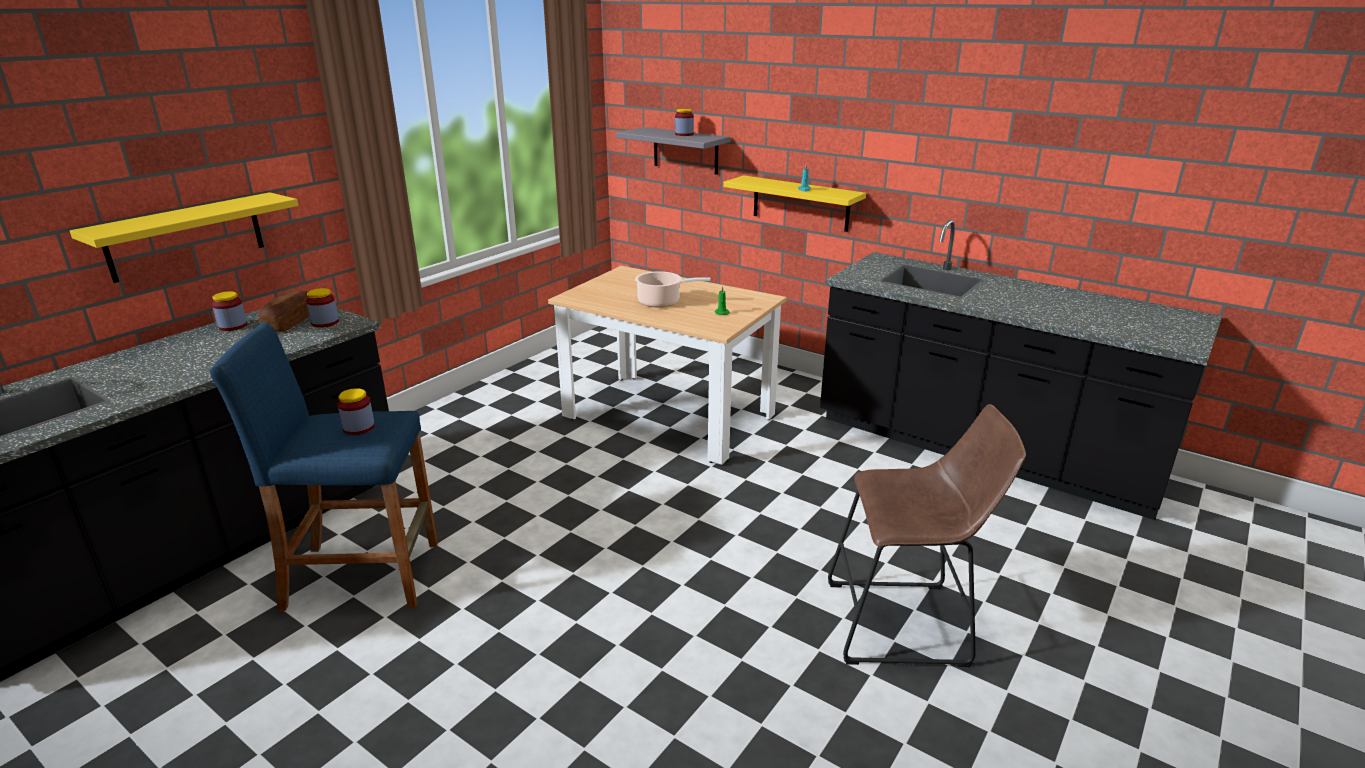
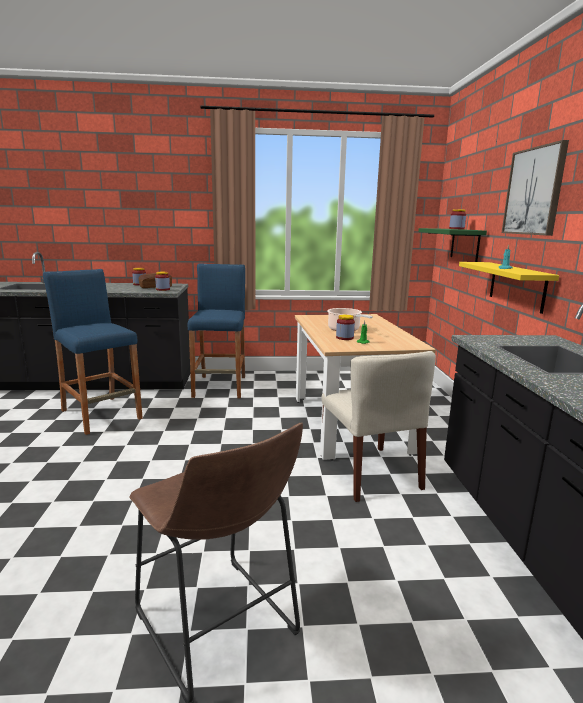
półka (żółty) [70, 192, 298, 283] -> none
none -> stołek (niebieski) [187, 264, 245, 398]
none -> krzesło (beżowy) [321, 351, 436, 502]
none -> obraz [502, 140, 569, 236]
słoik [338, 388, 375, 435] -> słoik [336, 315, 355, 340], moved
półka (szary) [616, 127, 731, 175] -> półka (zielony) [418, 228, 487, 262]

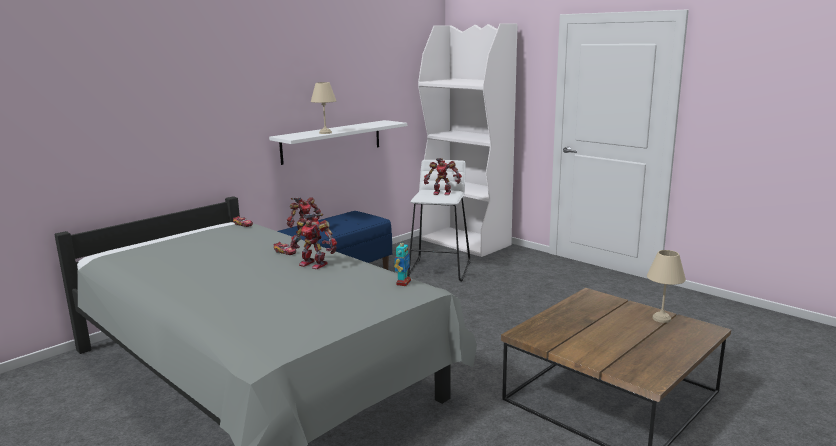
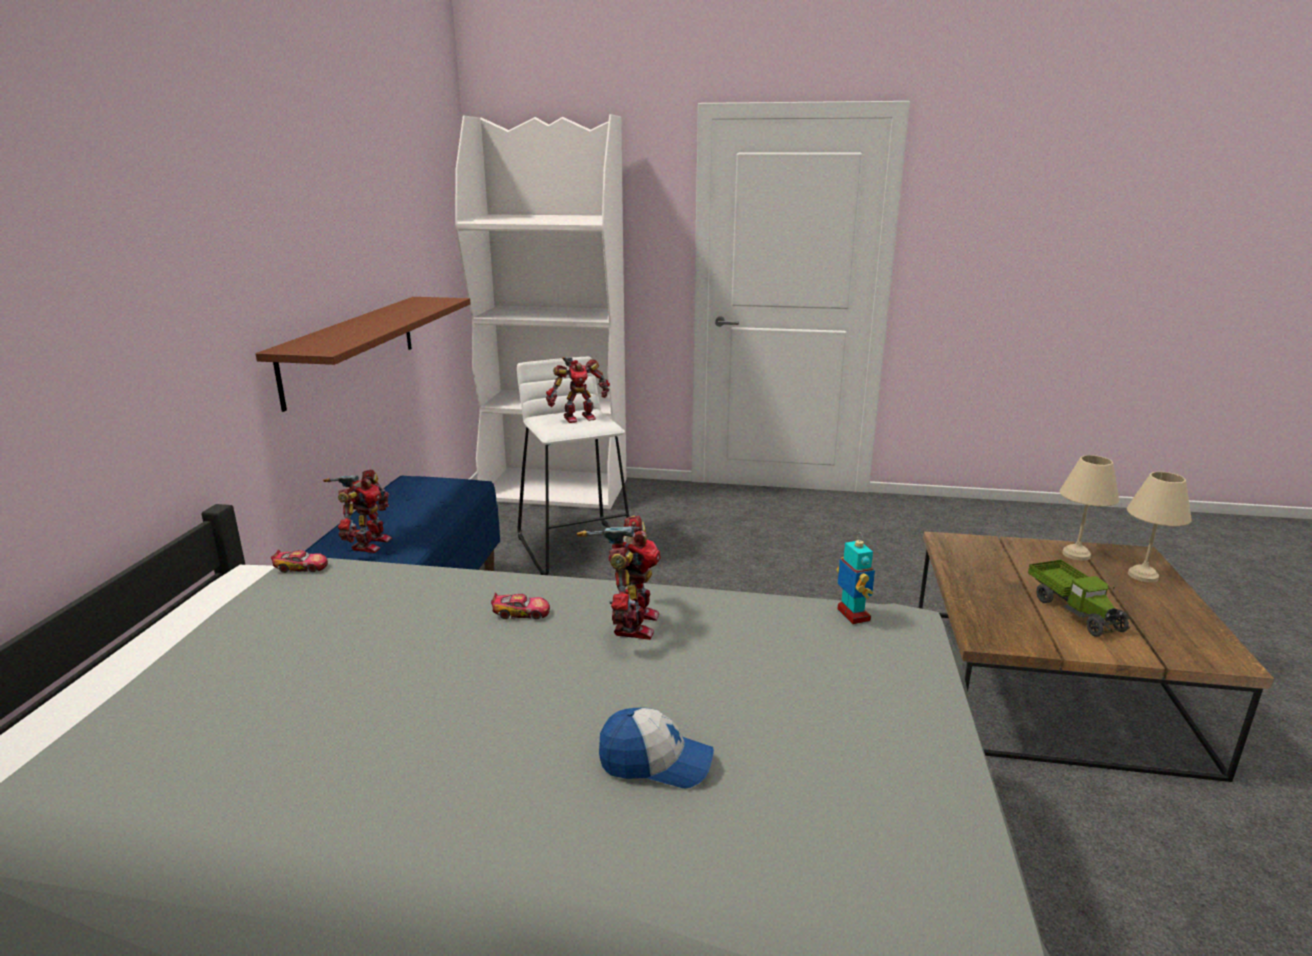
none -> czapka z daszkiem [599, 708, 714, 788]
none -> ciężarówka zabawkowa [1028, 560, 1130, 637]
lampa stołowa (beżowy) [311, 82, 336, 134] -> lampa stołowa (beżowy) [1127, 471, 1192, 583], moved
półka (biały) [269, 120, 407, 165] -> półka (brązowy) [255, 297, 471, 412]
robot zabawkowy [290, 214, 337, 269] -> robot zabawkowy [577, 515, 661, 640], 75 degrees counterclockwise

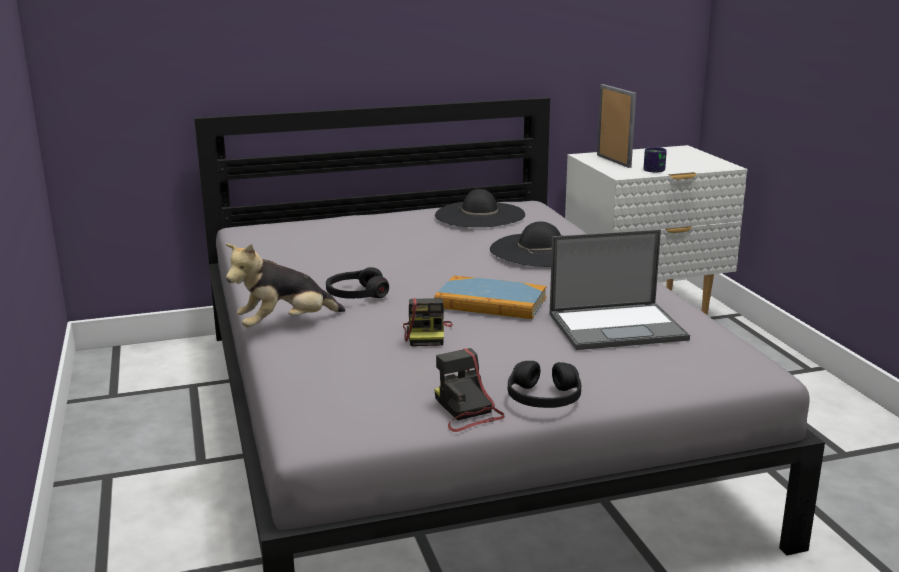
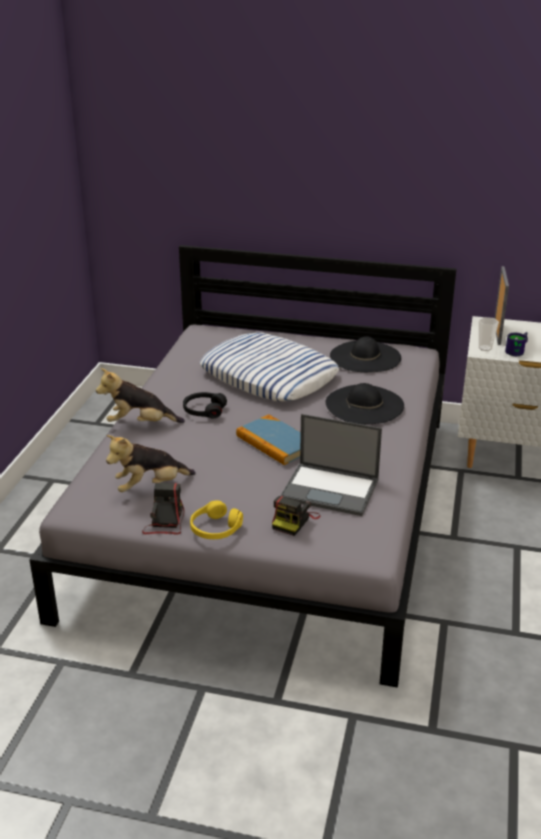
none -> pluszak [106, 435, 196, 492]
none -> poduszka [199, 333, 339, 401]
none -> filiżanka [479, 317, 499, 351]
aparat fotograficzny [403, 298, 453, 346] -> aparat fotograficzny [272, 496, 320, 536], moved
słuchawki (czarny) [508, 361, 581, 408] -> słuchawki (żółty) [190, 500, 243, 539]

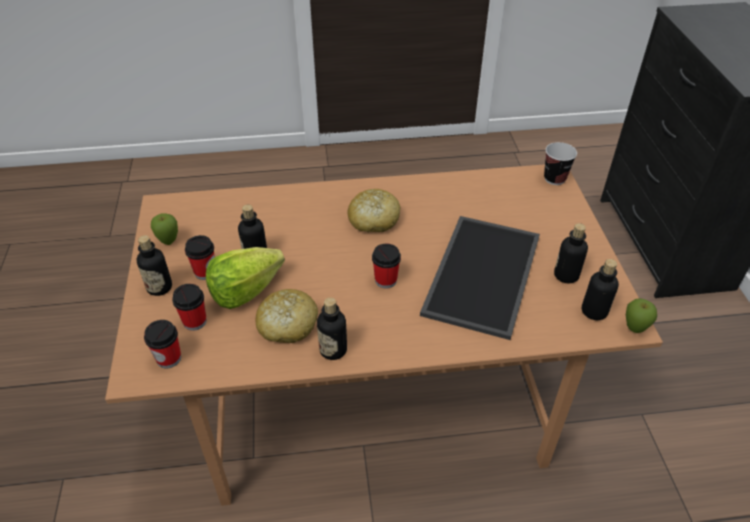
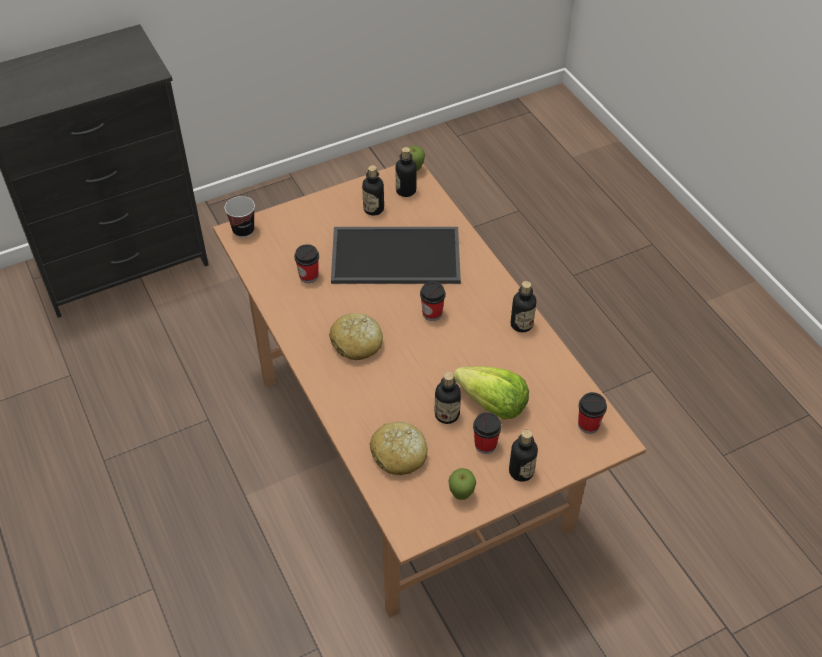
filiżanka [172, 284, 207, 331] -> filiżanka [294, 244, 319, 283], moved
chleb [256, 289, 318, 343] -> chleb [369, 422, 428, 475], moved

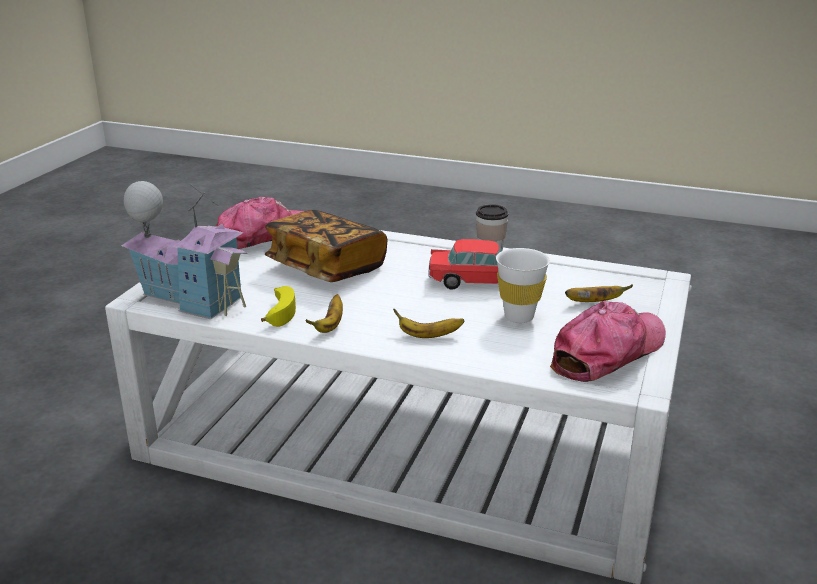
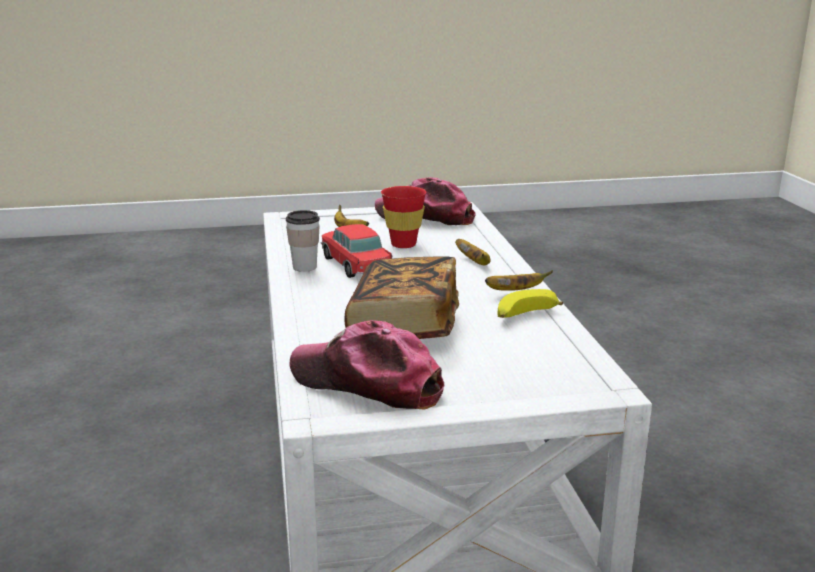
domek [122, 181, 247, 319] -> none
filiżanka (biały) [496, 248, 550, 323] -> filiżanka (czerwony) [381, 186, 426, 248]

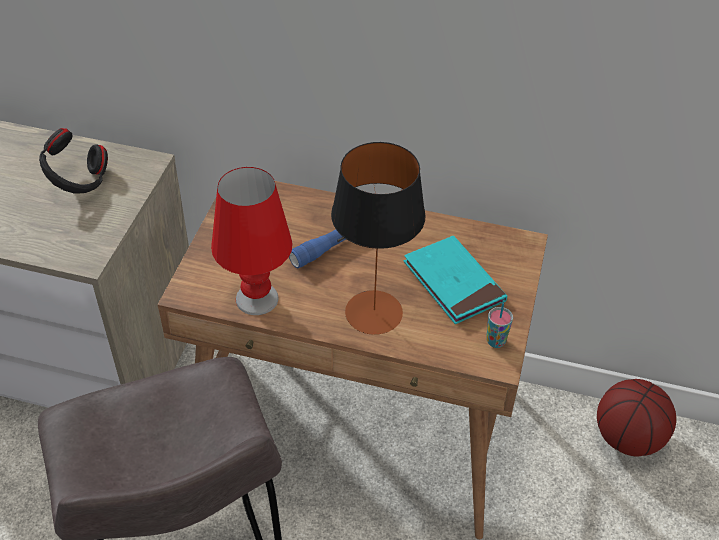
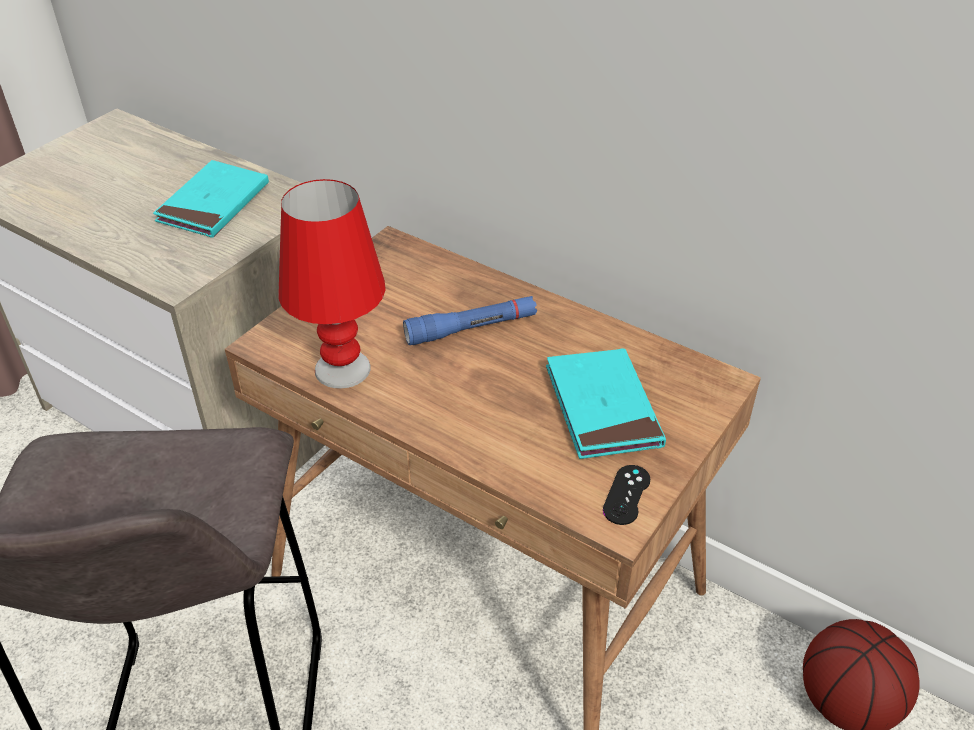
lampa stołowa [331, 142, 426, 335] -> none
słuchawki (czarny) [39, 128, 108, 194] -> książka (turkusowy) [153, 160, 269, 238]
filiżanka [486, 302, 513, 348] -> pad do gier (czarny) [603, 465, 650, 525]

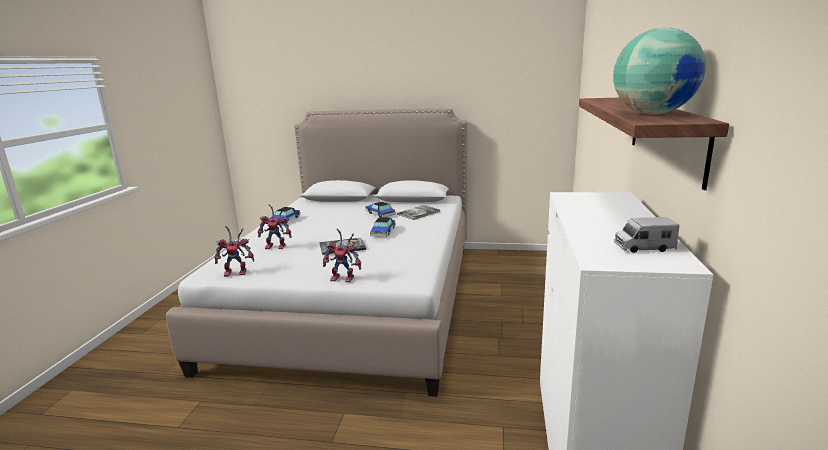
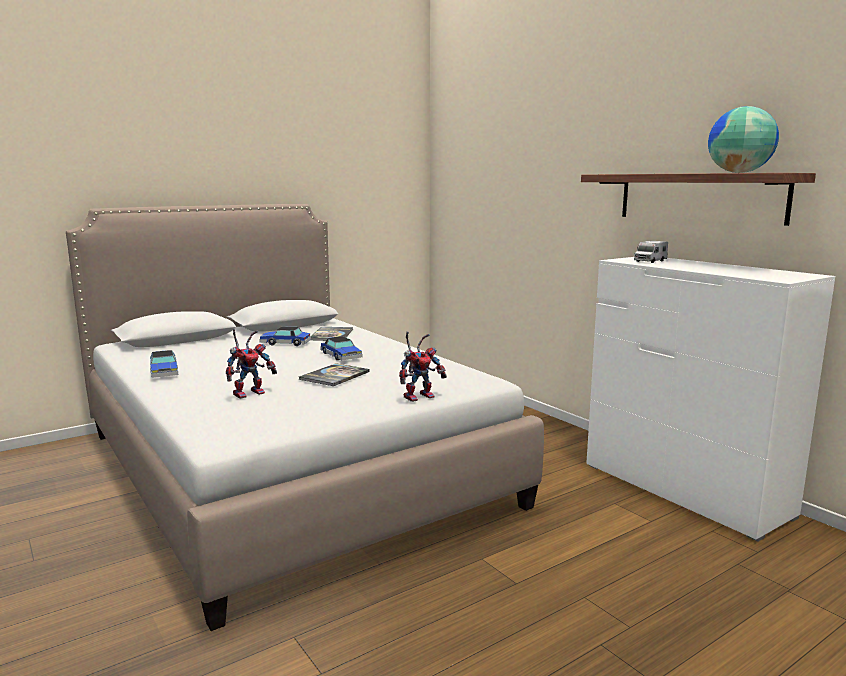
robot zabawkowy [214, 226, 254, 277] -> none
ciężarówka zabawkowa [614, 217, 680, 253] -> ciężarówka zabawkowa [634, 241, 668, 263], moved

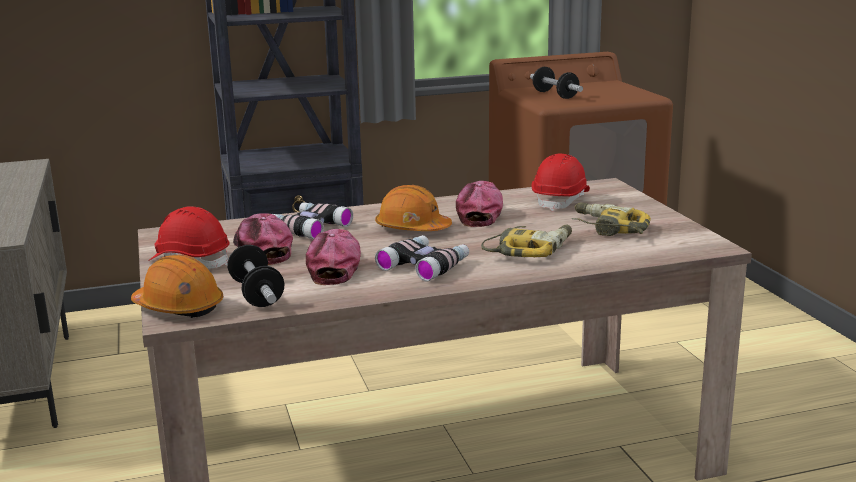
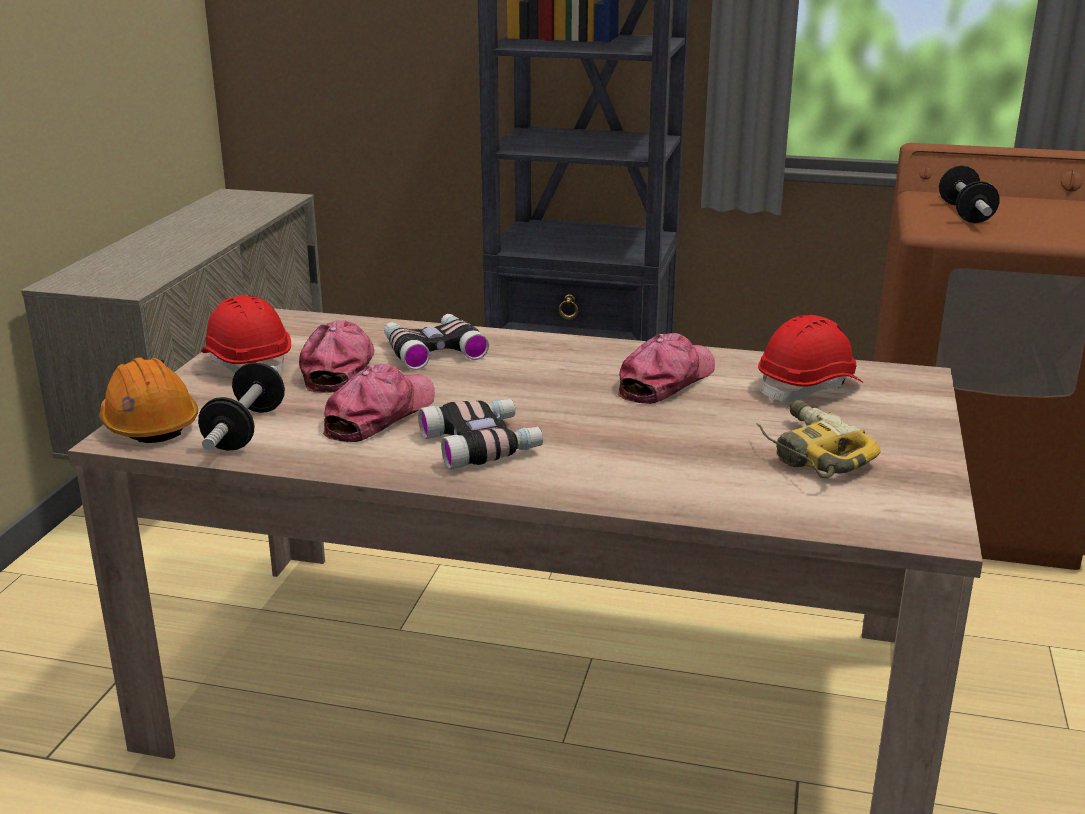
kask (pomarańczowy) [375, 185, 452, 231] -> none
wiertarka [481, 225, 572, 257] -> none

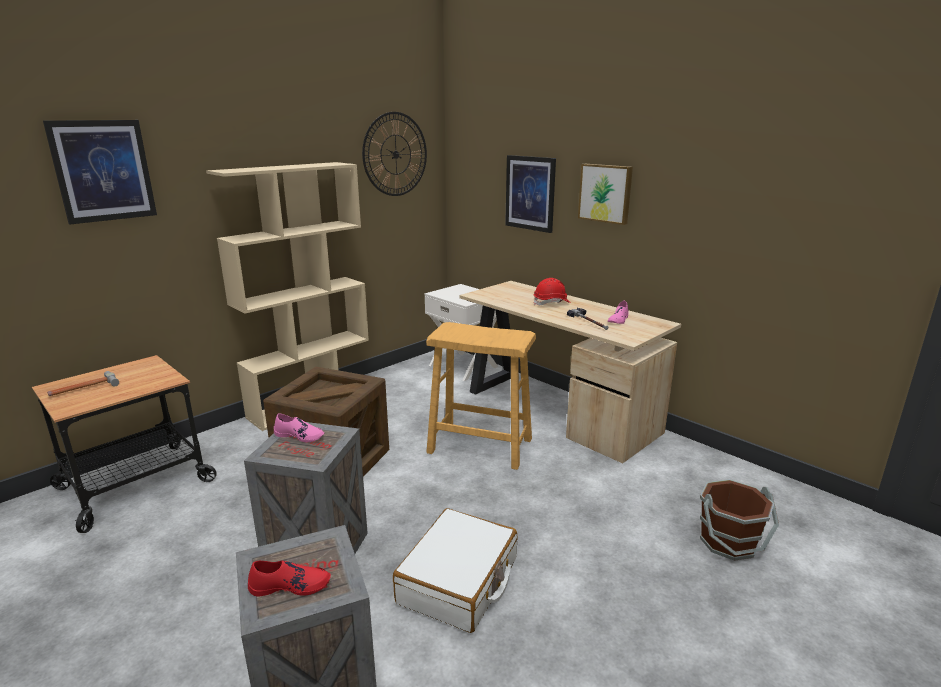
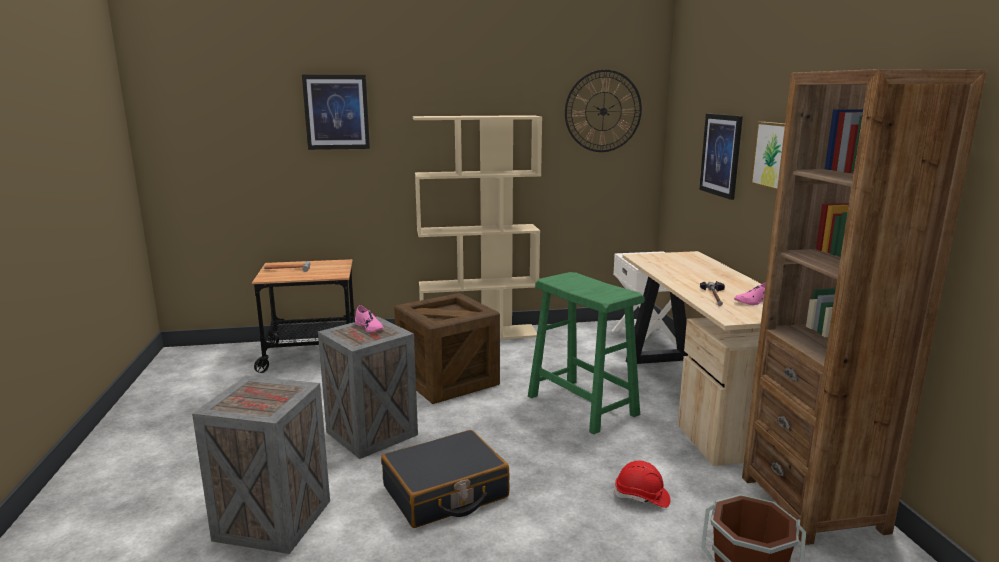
but (czerwony) [248, 561, 331, 596] -> none
none -> regał (brązowy) [742, 69, 987, 545]
kask (czerwony) [533, 278, 571, 305] -> kask (czerwony) [614, 461, 670, 508], moved
walizka (biały) [393, 508, 518, 633] -> walizka (czarny) [381, 430, 510, 528]
stołek (beżowy) [426, 322, 536, 470] -> stołek (zielony) [528, 272, 645, 435]

